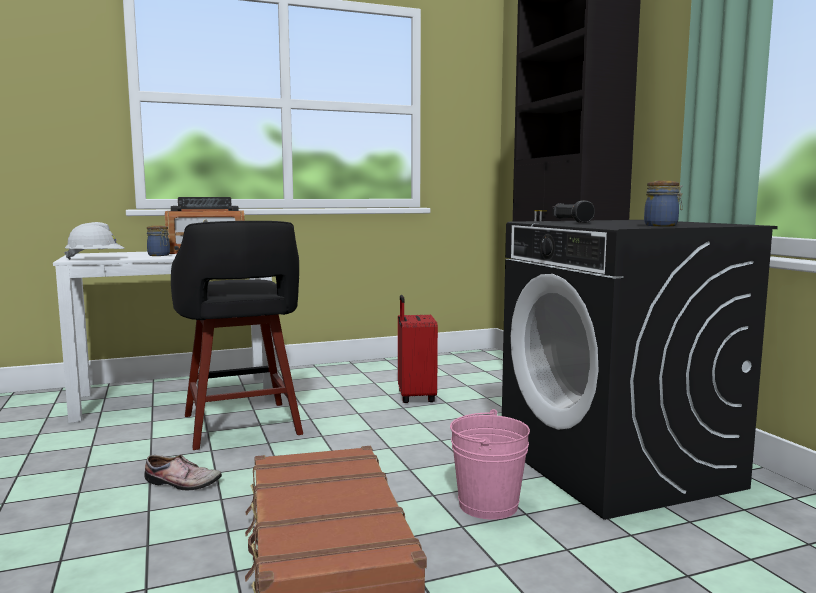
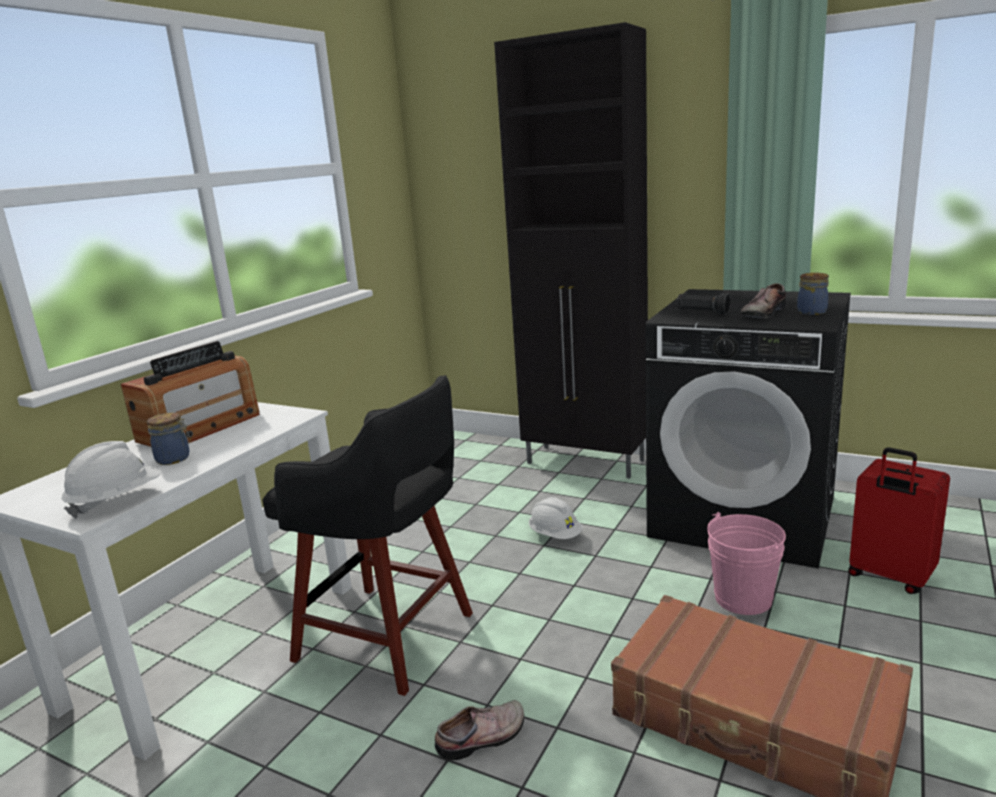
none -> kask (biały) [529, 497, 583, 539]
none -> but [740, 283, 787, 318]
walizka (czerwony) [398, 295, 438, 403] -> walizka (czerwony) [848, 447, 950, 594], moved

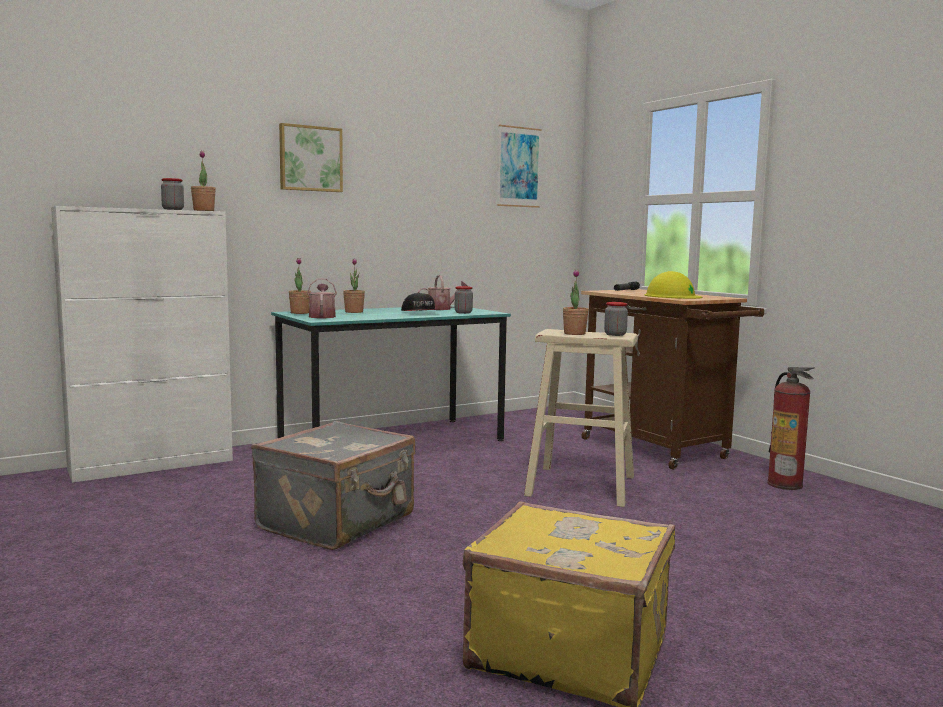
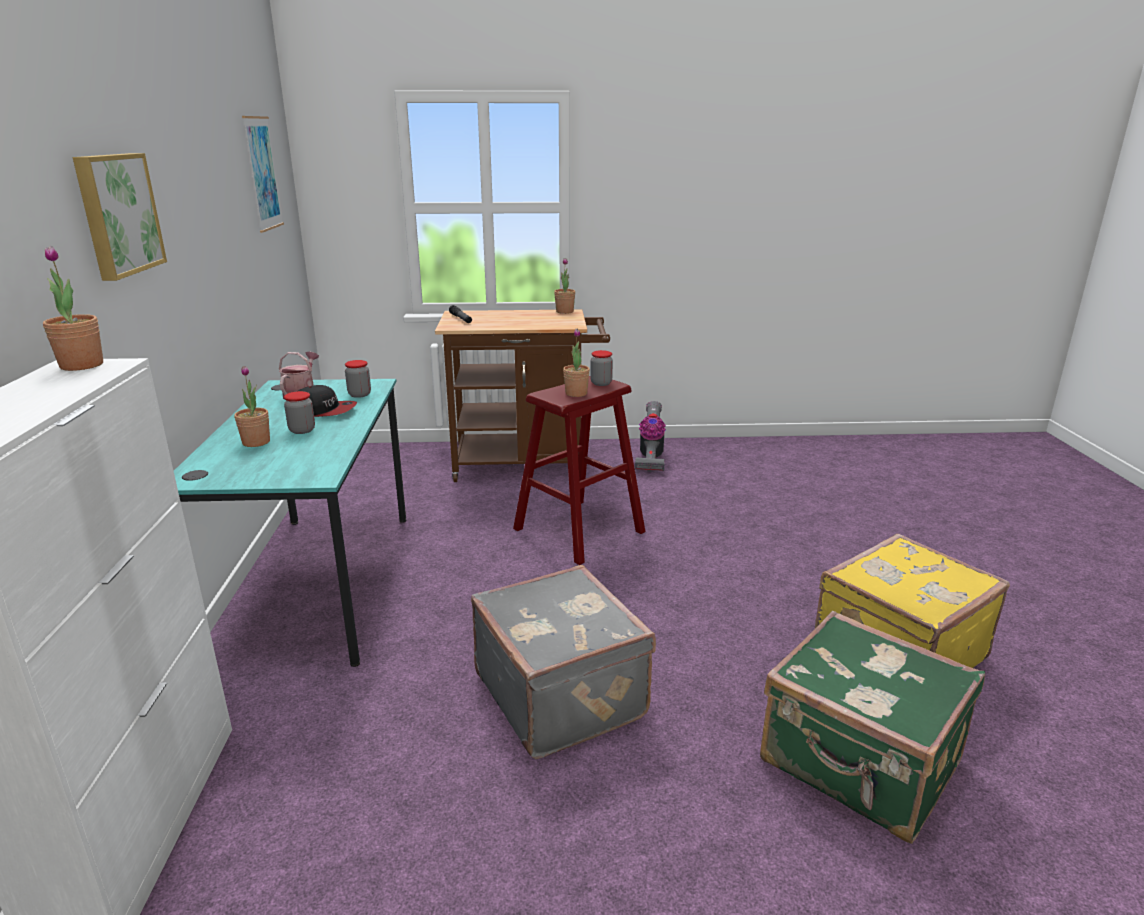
konewka [307, 279, 337, 318] -> none
kask (żółty) [644, 271, 702, 299] -> none
none -> walizka (zielony) [760, 611, 985, 844]
słoik [161, 178, 184, 210] -> słoik [284, 391, 315, 434], moved
roślina doniczkowa [289, 258, 311, 314] -> roślina doniczkowa [554, 258, 575, 314], moved
gaśnica [767, 367, 814, 490] -> odkurzacz [635, 401, 666, 472]
stołek (beżowy) [524, 329, 638, 507] -> stołek (czerwony) [513, 376, 646, 565]

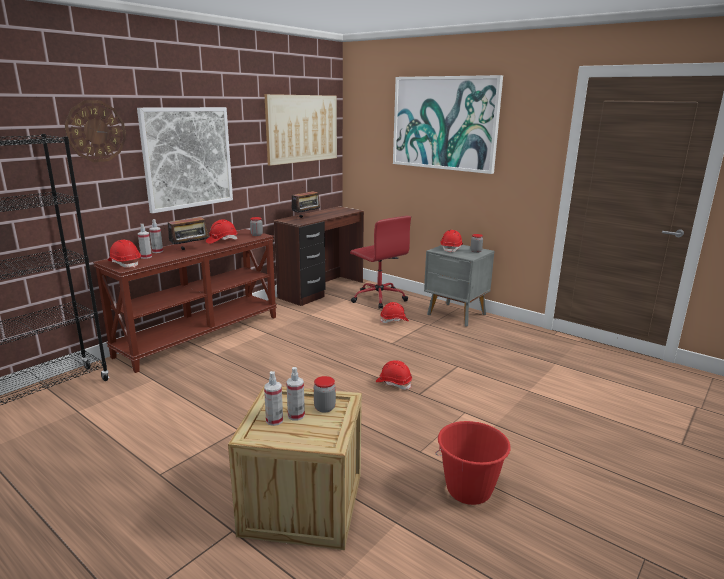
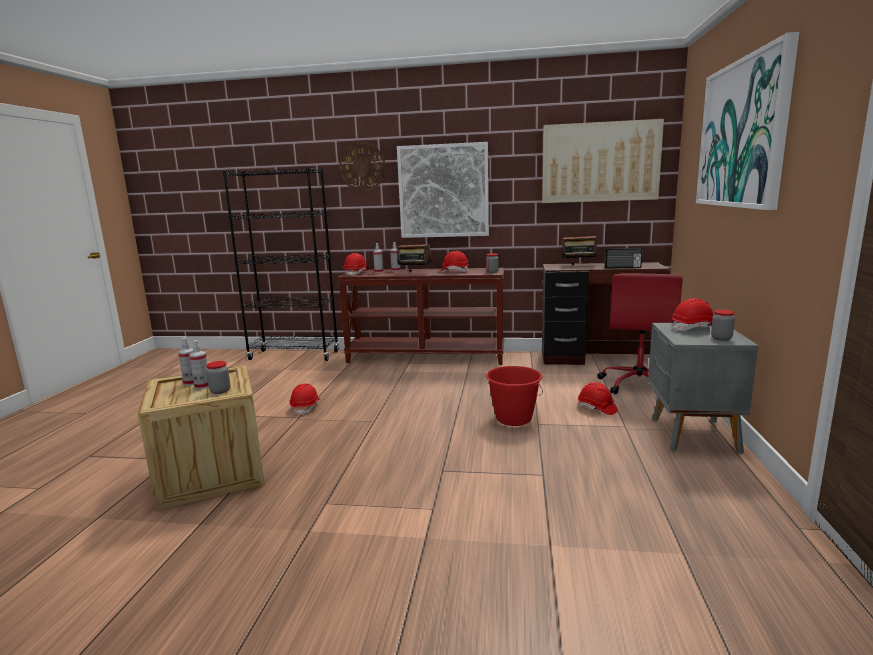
none -> radio [605, 248, 642, 269]
kask (czerwony) [376, 360, 412, 390] -> kask (czerwony) [289, 384, 320, 415], moved
wiadro (czerwony) [435, 421, 511, 505] -> wiadro (czerwony) [486, 366, 543, 426], moved

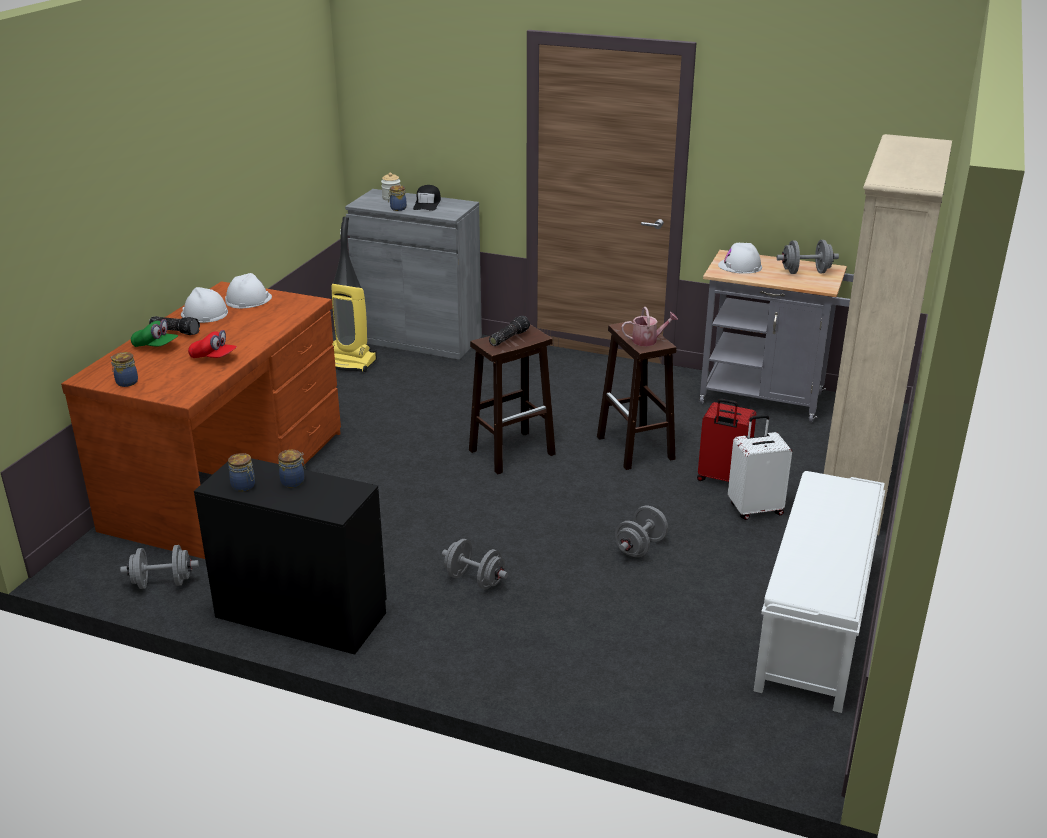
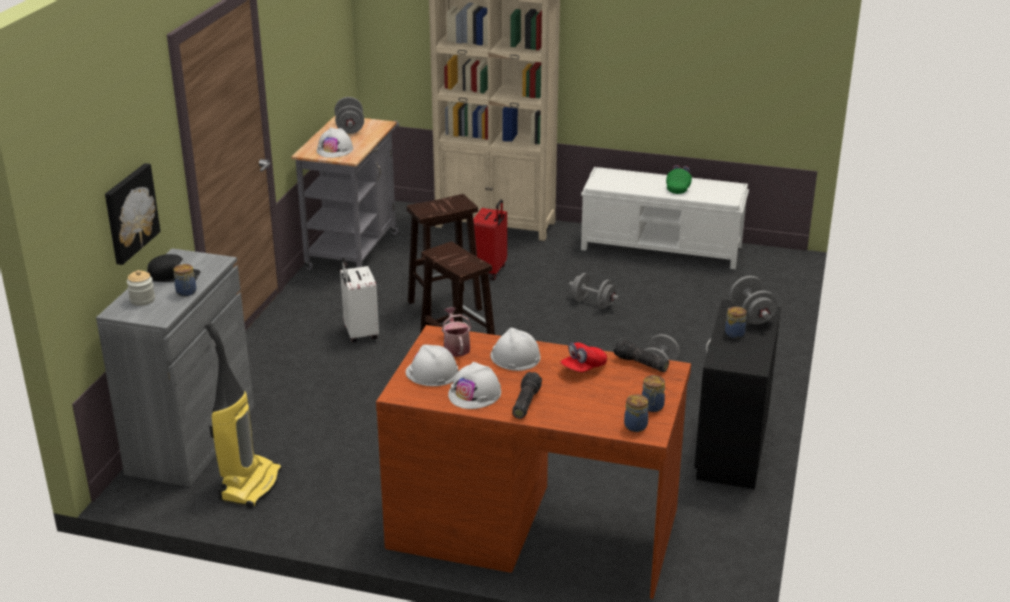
none -> obraz [105, 163, 161, 265]
none -> kask (biały) [490, 328, 541, 371]
hantel (szary) [120, 545, 199, 589] -> hantel (szary) [730, 276, 778, 325], moved
czapka z daszkiem (zielony) [131, 319, 178, 347] -> czapka z daszkiem (zielony) [666, 165, 692, 194], moved
słoik [228, 453, 255, 492] -> słoik [624, 394, 648, 432], moved
latarka [489, 315, 530, 346] -> latarka [614, 339, 669, 372], moved
konewka [622, 307, 678, 346] -> konewka [442, 307, 471, 357], moved
walizka (biały) [728, 415, 792, 520] -> walizka (biały) [340, 258, 379, 342], moved
czapka z daszkiem (czerwony) [188, 330, 237, 358] -> czapka z daszkiem (czerwony) [560, 343, 607, 372], 150 degrees counterclockwise

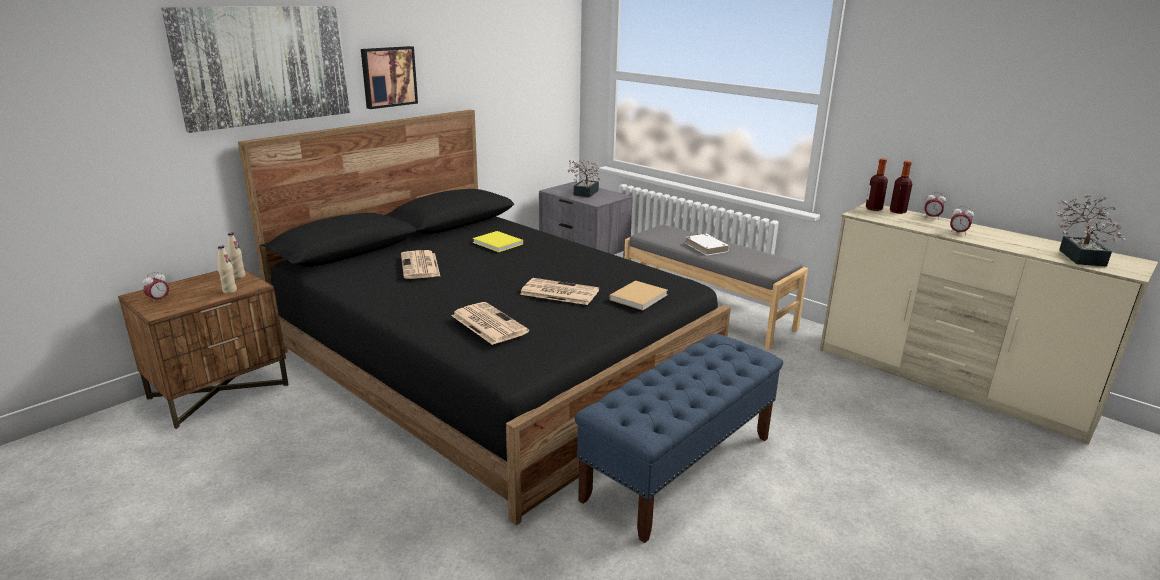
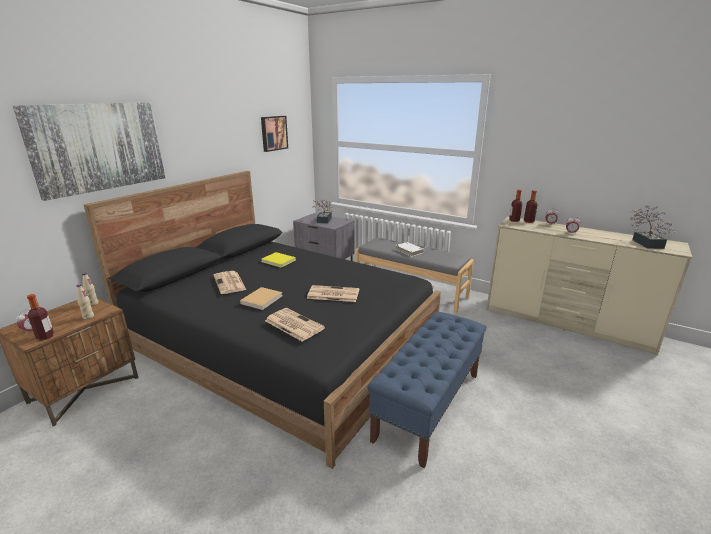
none -> butelka [27, 294, 54, 341]
obraz [361, 46, 418, 109] -> obraz [261, 116, 288, 152], moved
książka (beżowy) [609, 280, 668, 310] -> książka (beżowy) [240, 287, 283, 310], moved

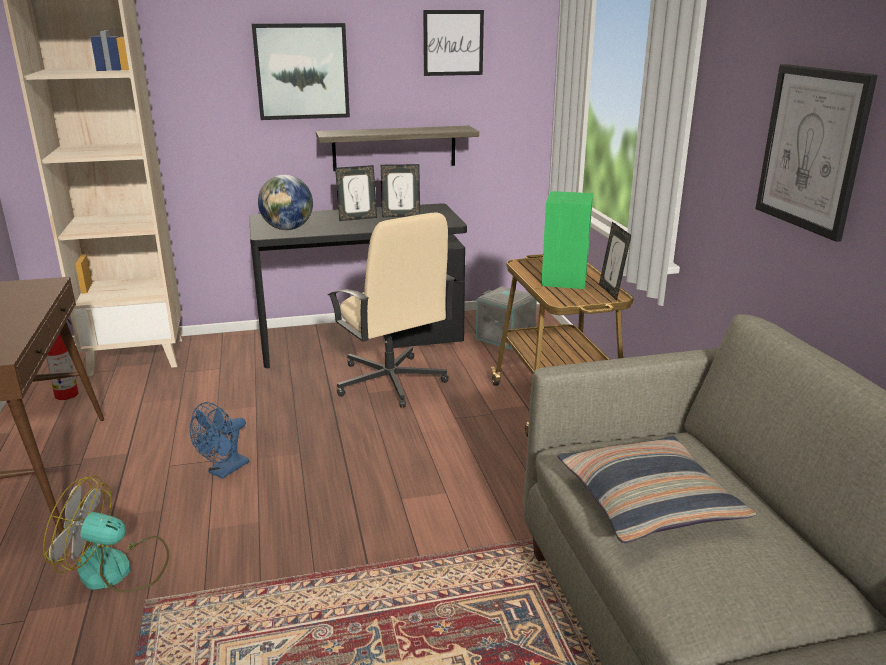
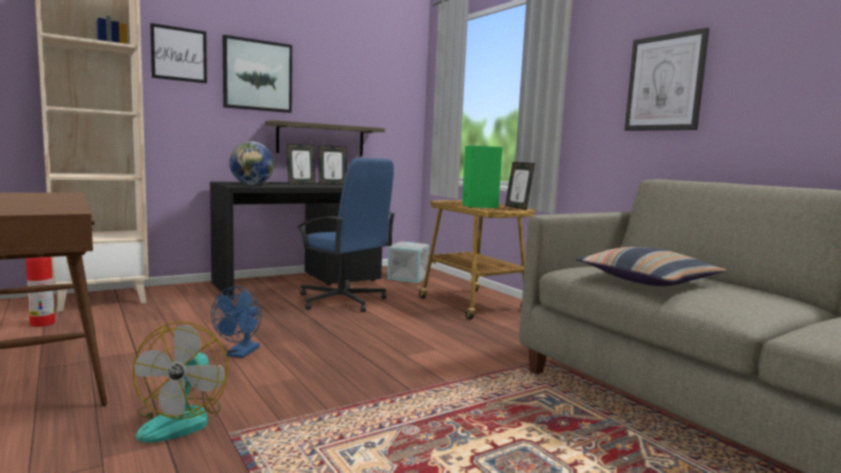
obraz [423, 10, 484, 76] -> obraz [150, 23, 207, 83], moved
krzesło biurowe (beżowy) [328, 212, 455, 407] -> krzesło biurowe (niebieski) [297, 158, 395, 312]
wentylator [43, 475, 169, 592] -> wentylator [133, 322, 228, 443], 75 degrees counterclockwise

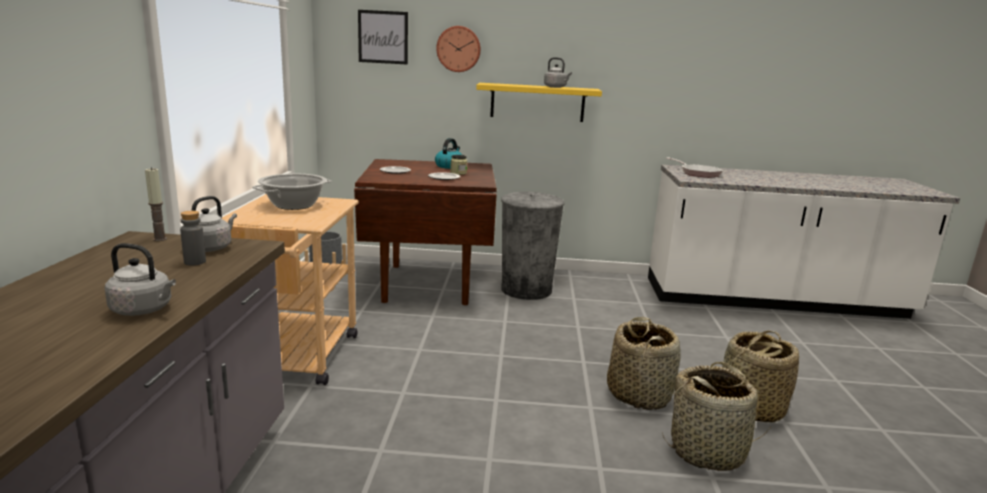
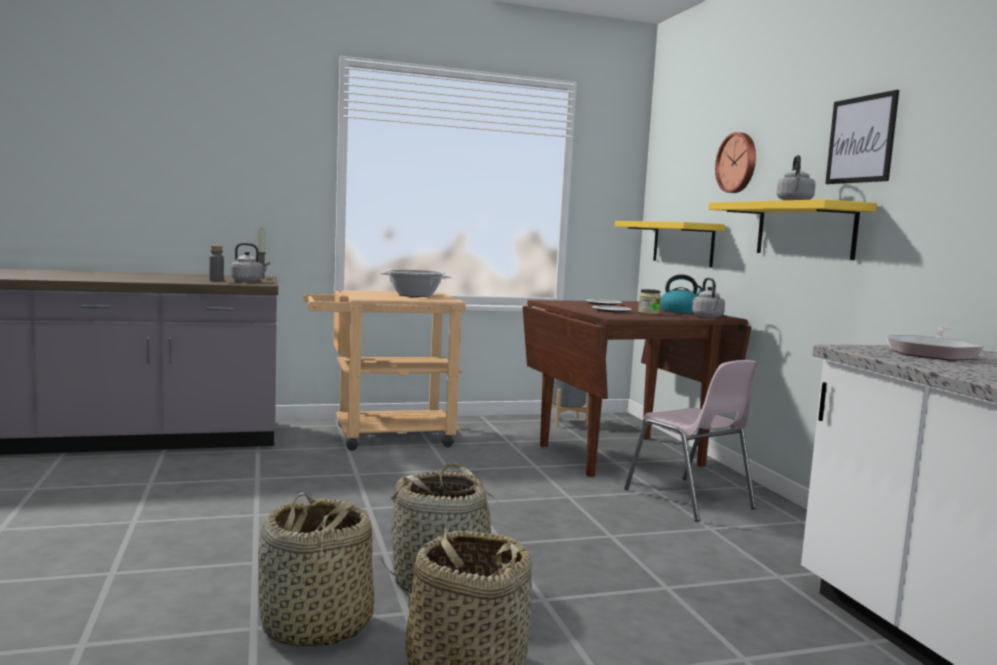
none -> półka (żółty) [615, 221, 725, 267]
czajnik (szary) [104, 243, 176, 316] -> czajnik (szary) [692, 278, 725, 318], moved
obraz [358, 10, 408, 65] -> obraz [825, 90, 899, 184], moved
kosz na śmieci (szary) [501, 192, 565, 300] -> krzesło (różowy) [624, 360, 758, 522]

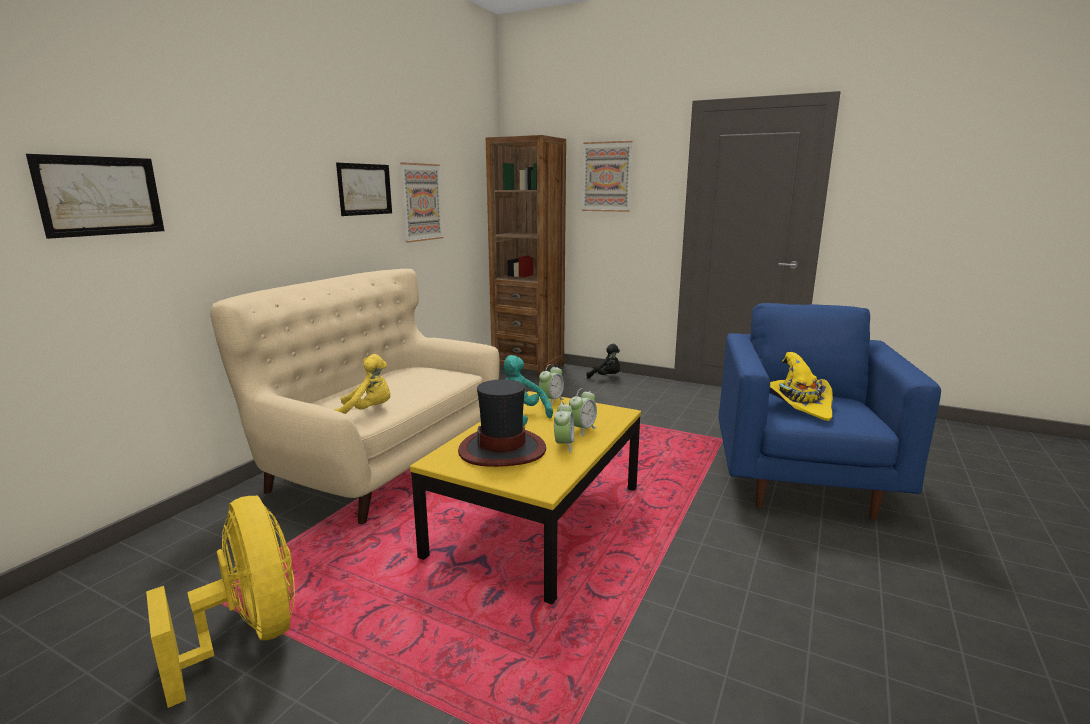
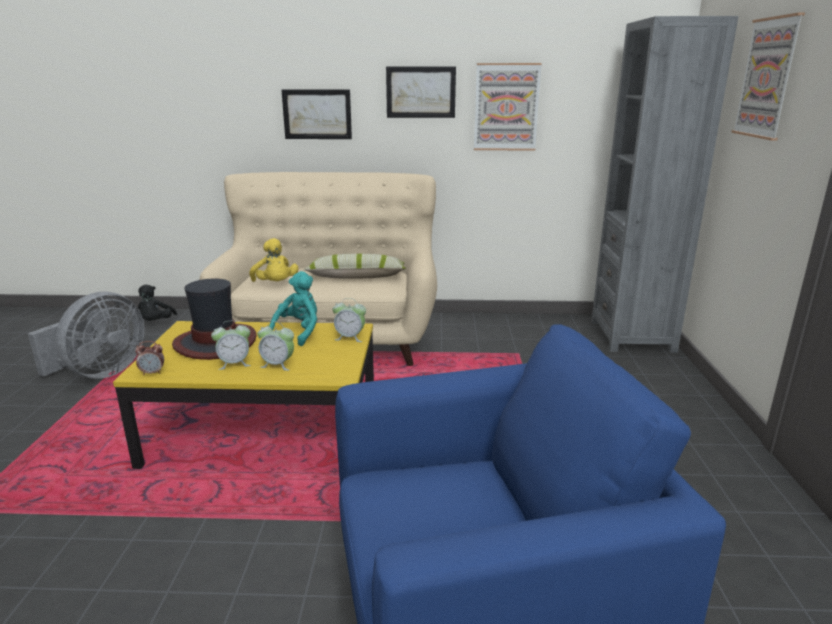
kapelusz (żółty) [769, 352, 833, 421] -> none
none -> budzik [135, 341, 164, 375]
none -> poduszka [304, 254, 406, 279]
obraz [26, 154, 164, 239] -> obraz [282, 89, 352, 139], moved
pluszak (czarny) [587, 344, 620, 378] -> pluszak (czarny) [138, 285, 177, 321], moved
wentylator (żółty) [146, 496, 295, 708] -> wentylator (szary) [28, 292, 144, 379]
regał (brązowy) [486, 135, 566, 377] -> regał (szary) [591, 16, 738, 353]

